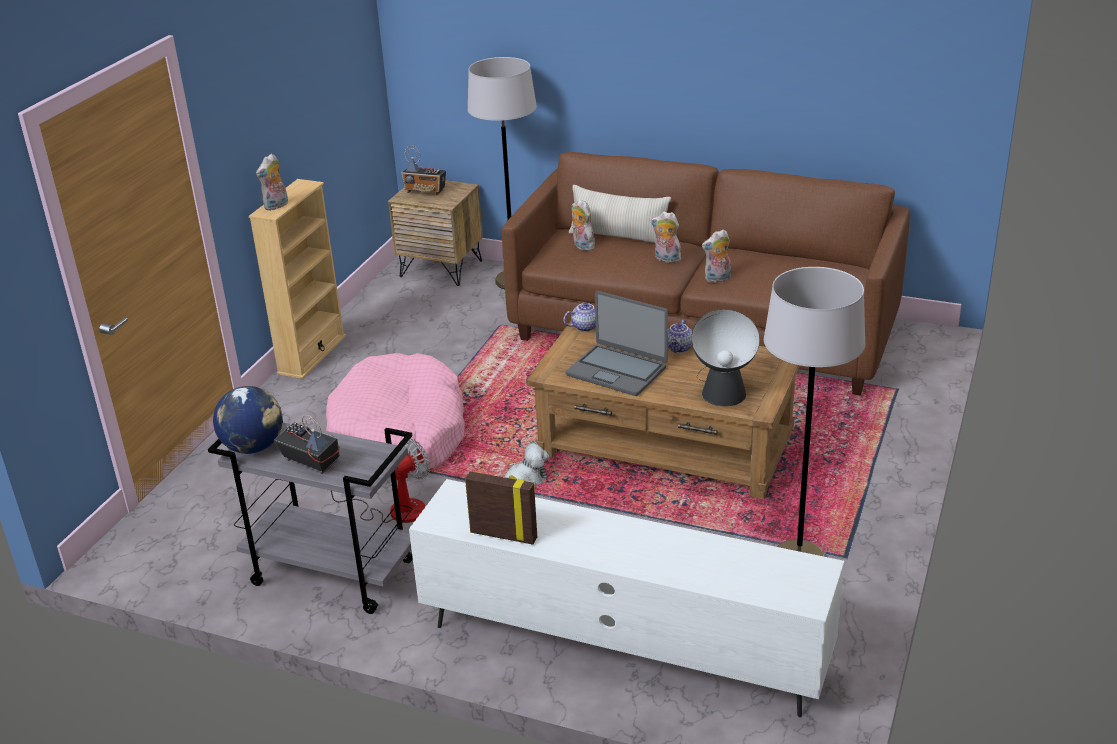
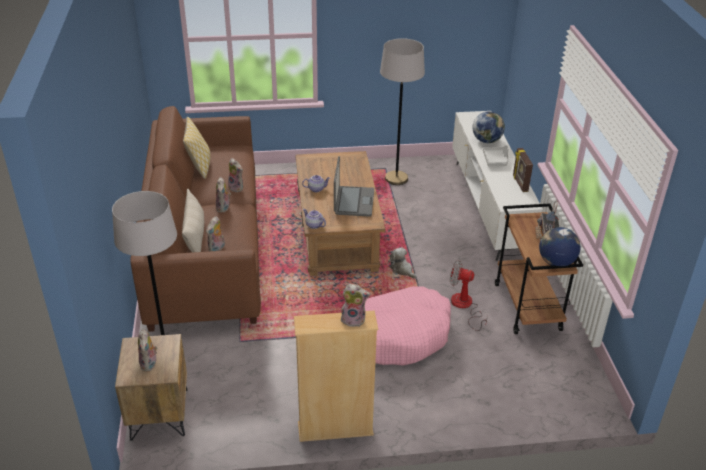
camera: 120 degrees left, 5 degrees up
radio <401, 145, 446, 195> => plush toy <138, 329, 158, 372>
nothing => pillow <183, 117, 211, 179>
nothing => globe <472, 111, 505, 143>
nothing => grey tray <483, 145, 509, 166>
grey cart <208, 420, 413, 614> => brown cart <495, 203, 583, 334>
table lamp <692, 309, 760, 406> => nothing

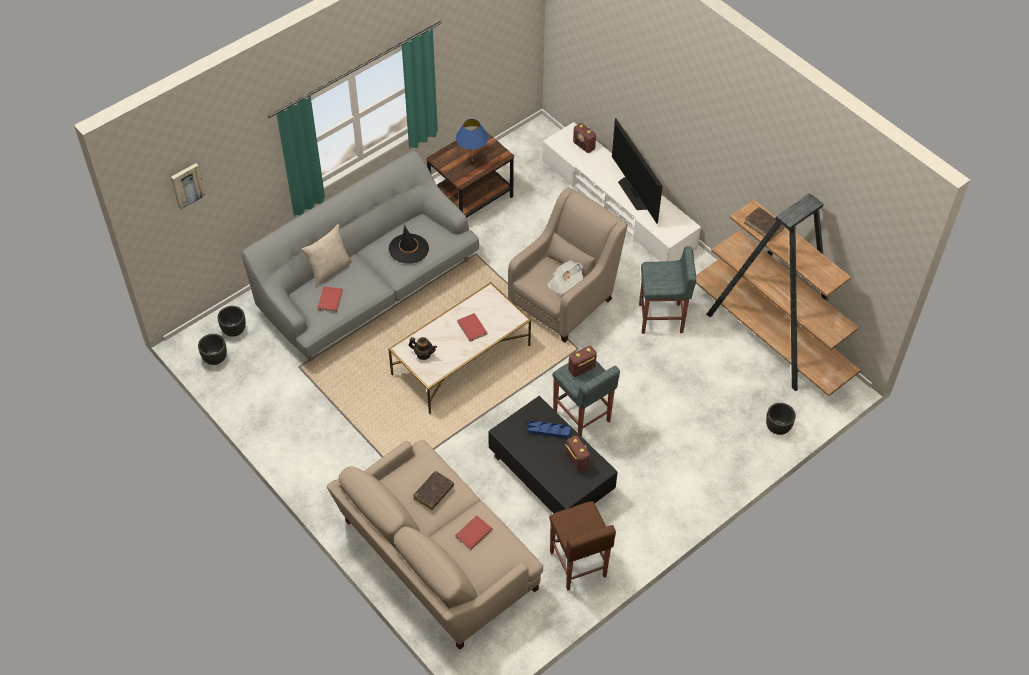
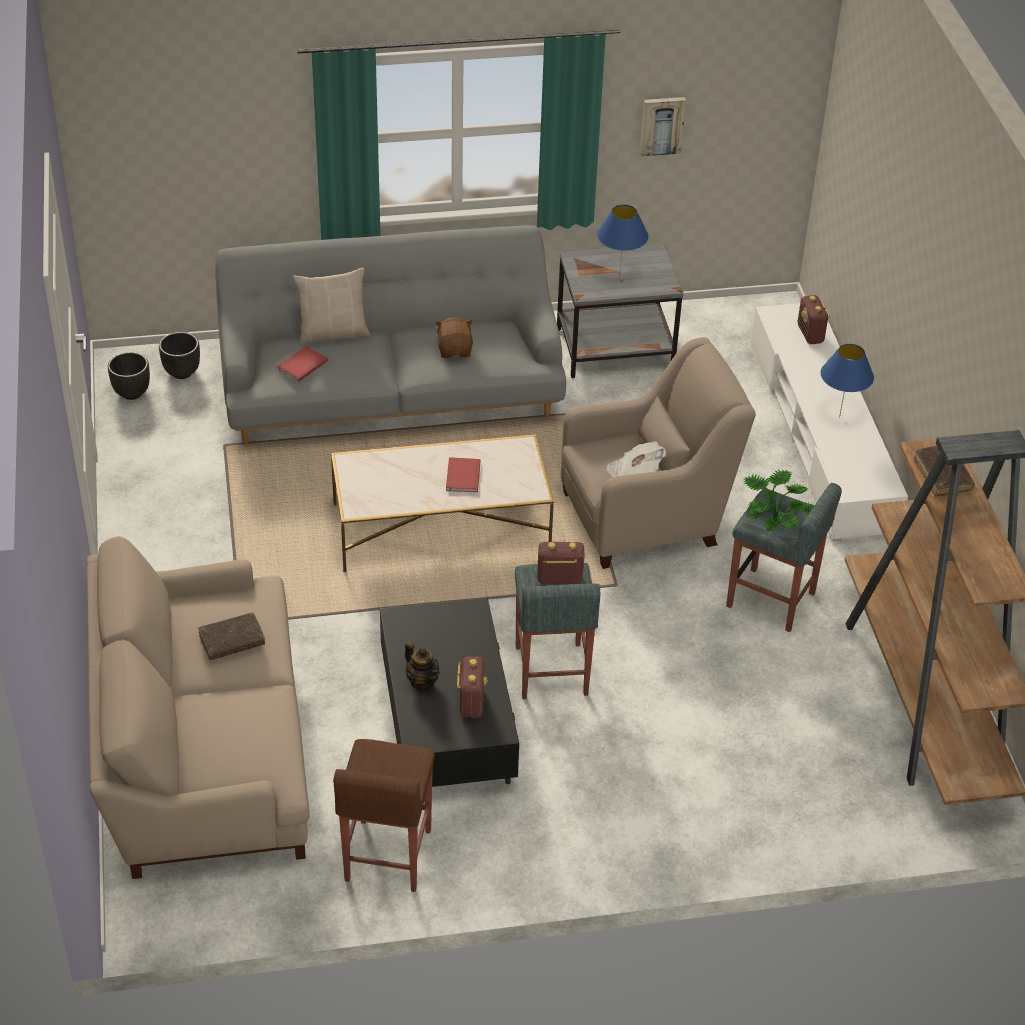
camera: 30 degrees right, 10 degrees down
teapot <409, 337, 437, 360> => teapot <405, 642, 440, 690>, moved
black hat <389, 224, 429, 264> => brown plush toy <435, 317, 473, 358>
brown side table <426, 127, 514, 218> => grey side table <557, 244, 683, 379>
picture <171, 163, 206, 209> => picture <640, 97, 686, 157>, moved
nothing => potted plant <743, 469, 814, 531>
television <612, 118, 663, 224> => blue table lamp <821, 344, 874, 418>
red book <455, 515, 493, 550> => nothing
blue tray <527, 421, 571, 439> => nothing
black planter <766, 403, 796, 435> => nothing

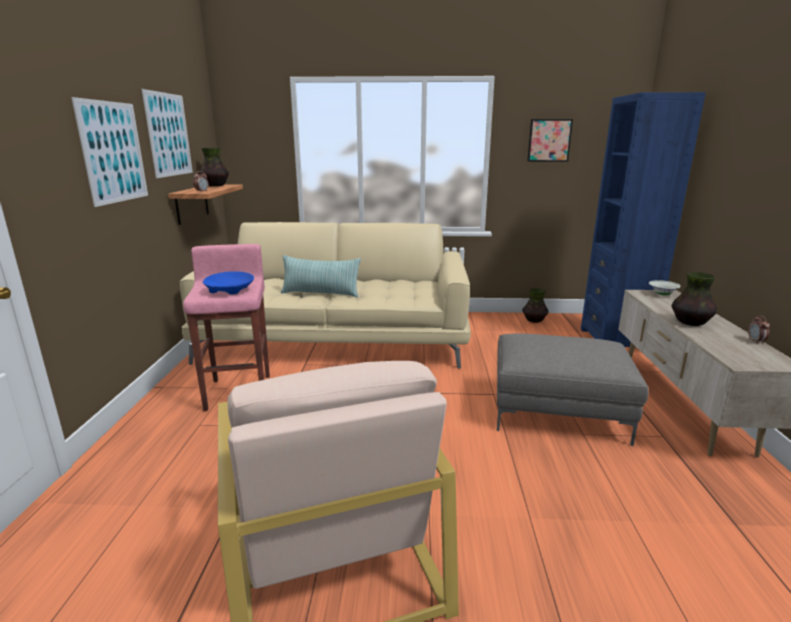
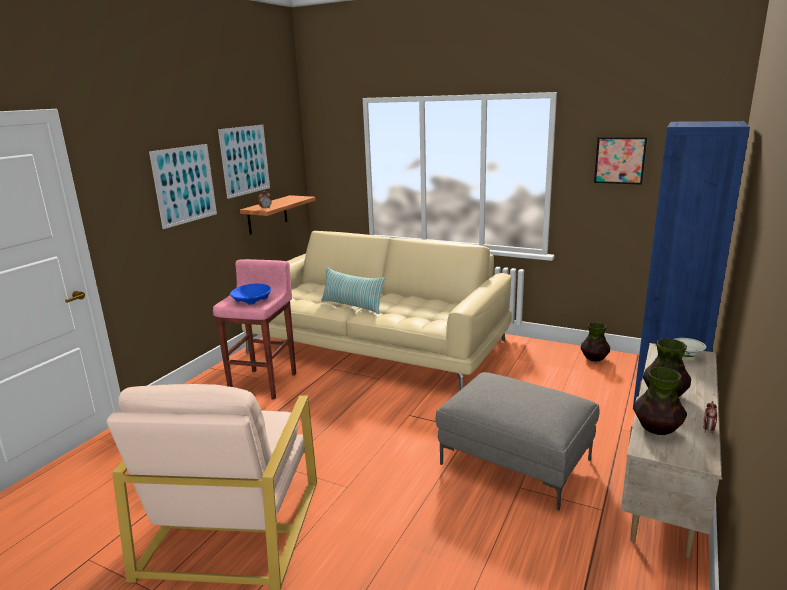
camera: 25 degrees right, 0 degrees up
vase <199, 147, 229, 187> => vase <633, 367, 687, 435>, moved

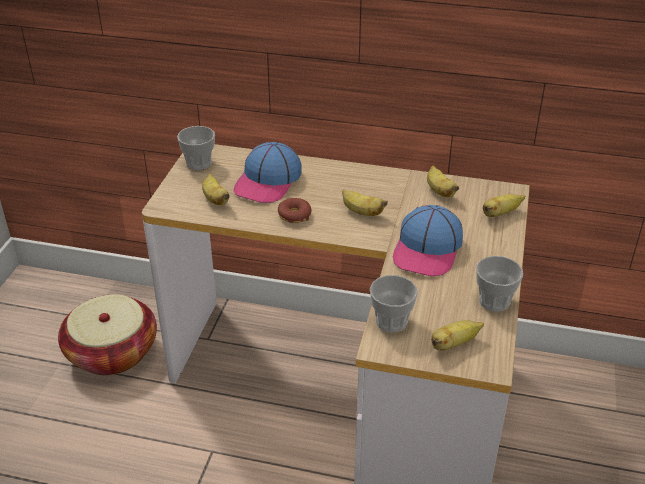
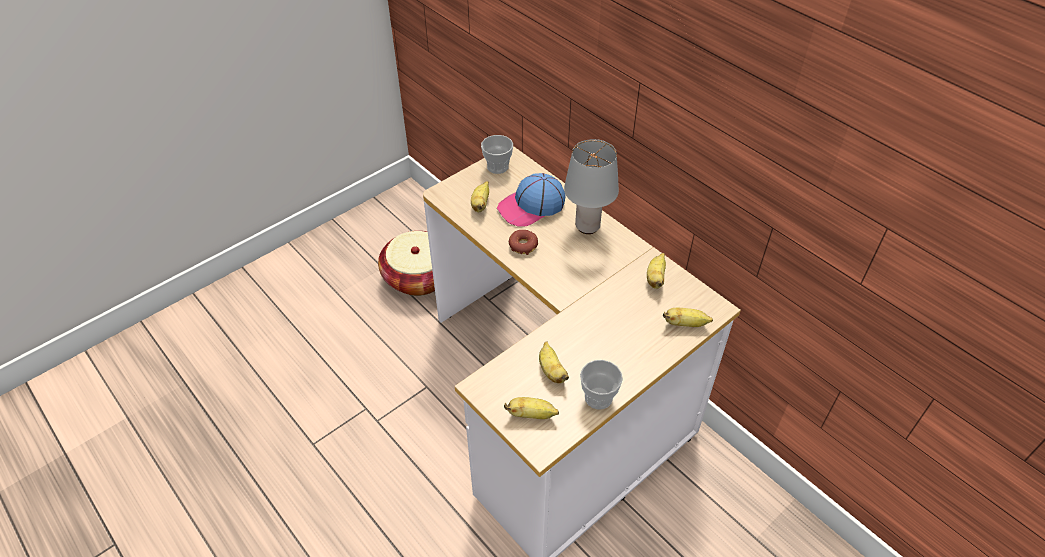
camera: 35 degrees right, 10 degrees up
banana <342, 189, 387, 216> => banana <539, 341, 569, 383>, moved
nothing => grey table lamp <564, 139, 619, 234>
cup <370, 275, 418, 332> => nothing
cap <393, 205, 463, 276> => nothing

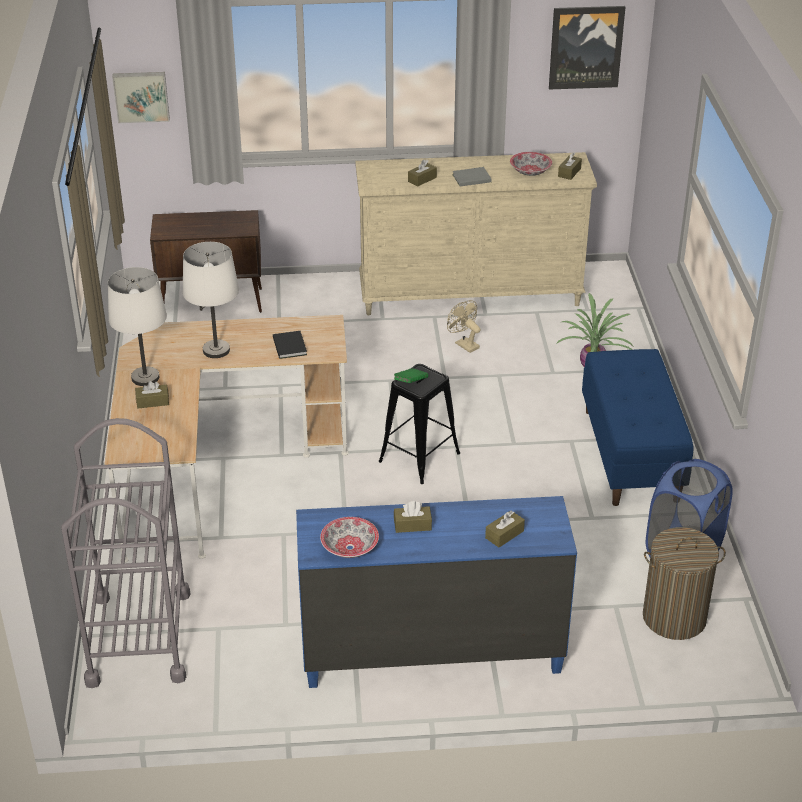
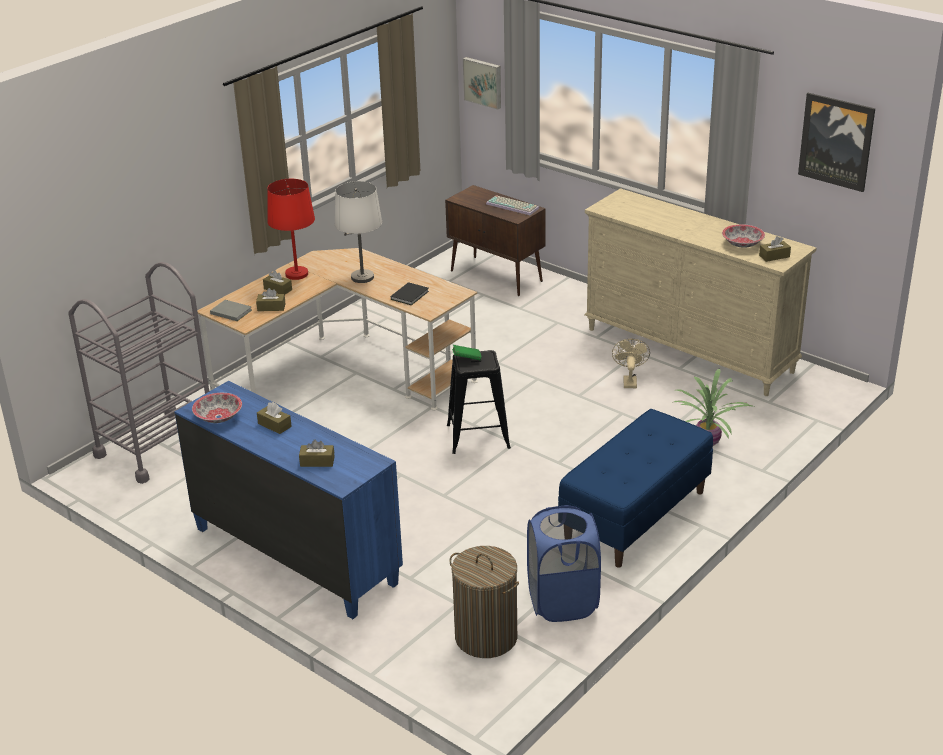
camera: 45 degrees right, 5 degrees down
grey book <452, 167, 492, 186> => grey book <210, 300, 252, 321>, moved
brown tissue box <408, 159, 437, 186> => brown tissue box <256, 288, 286, 311>, moved
white table lamp <108, 267, 167, 386> => red table lamp <267, 179, 315, 280>
nothing => keyboard <486, 195, 539, 215>

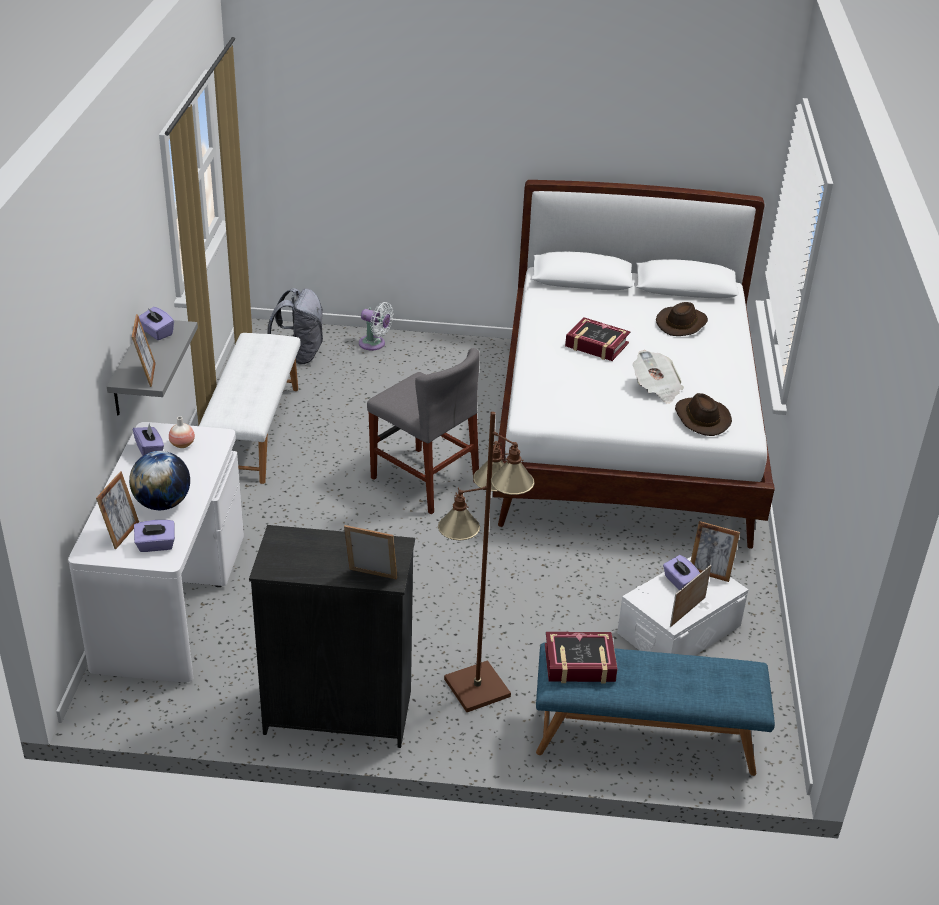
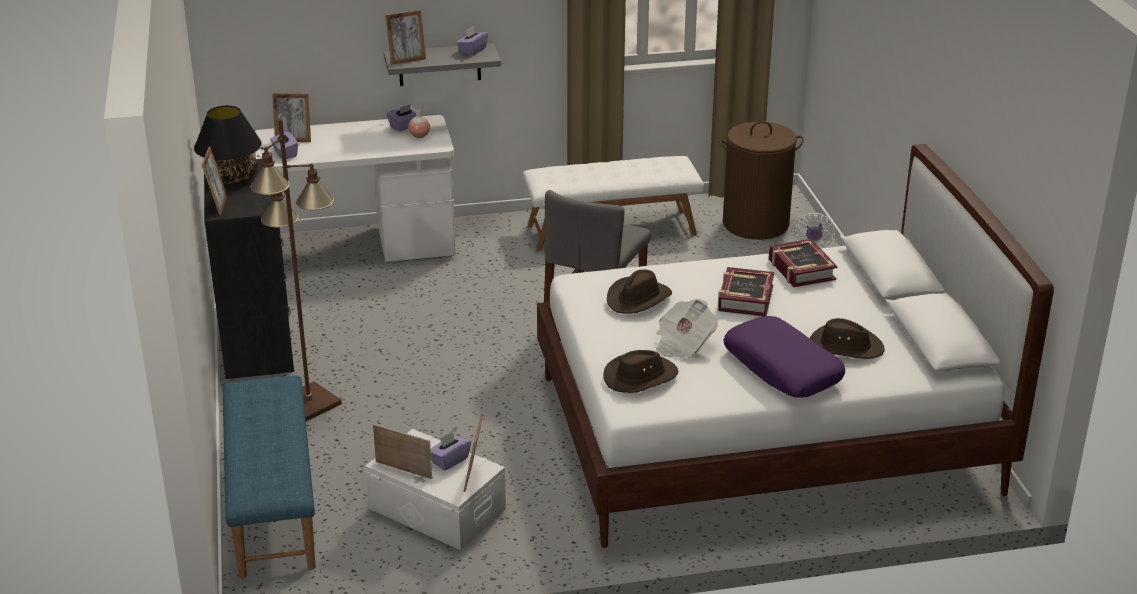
camera: 75 degrees right, 5 degrees down
nothing => black table lamp <194, 106, 262, 184>
nothing => brown hat <607, 269, 672, 314>
grey backpack <267, 288, 323, 364> => brown laundry basket <719, 121, 804, 240>
nothing => purple pillow <724, 316, 845, 398>
book <545, 632, 618, 683> => book <769, 239, 837, 287>, moved
globe <129, 451, 190, 510> => nothing

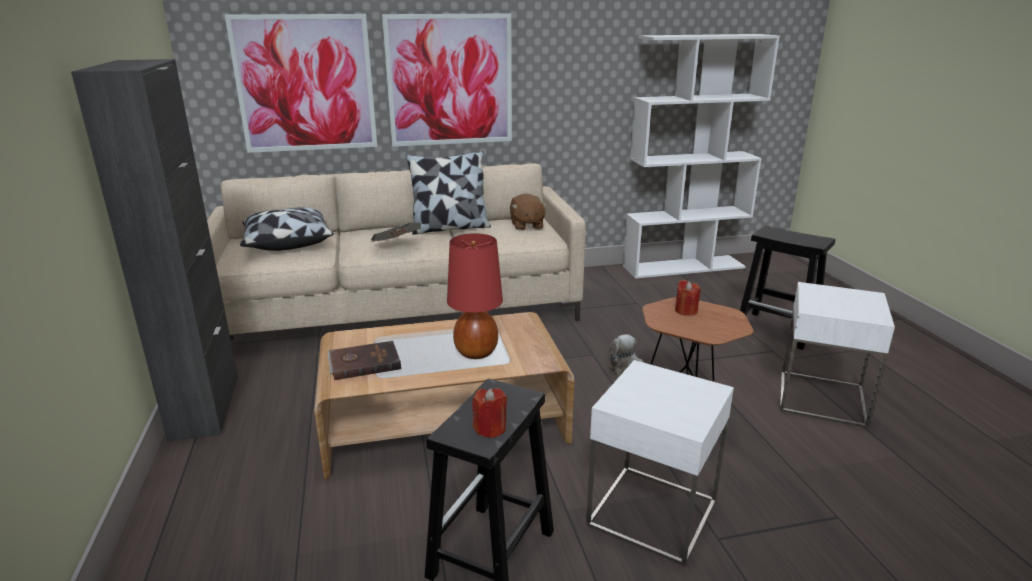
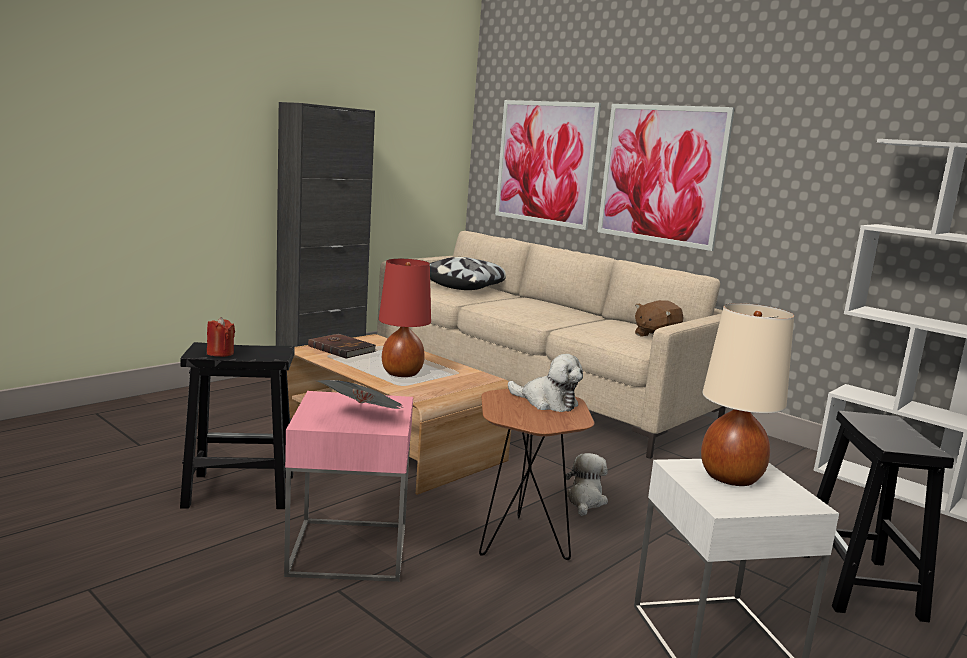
camera: 55 degrees right, 10 degrees down
white side table <586, 360, 734, 566> => pink side table <284, 391, 413, 582>
newspaper <371, 223, 421, 242> => newspaper <317, 380, 404, 409>, moved
red candle <675, 280, 701, 316> => plush toy <508, 354, 583, 412>
nothing => beige table lamp <701, 303, 794, 486>
pillow <406, 151, 491, 235> => nothing

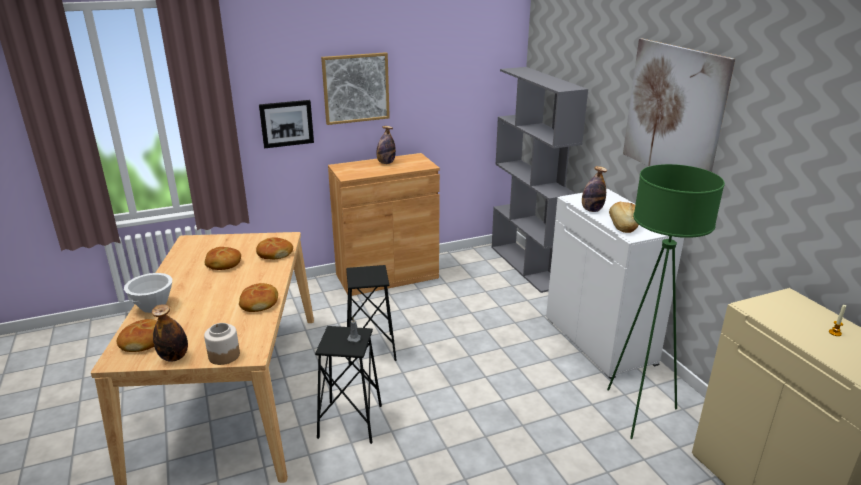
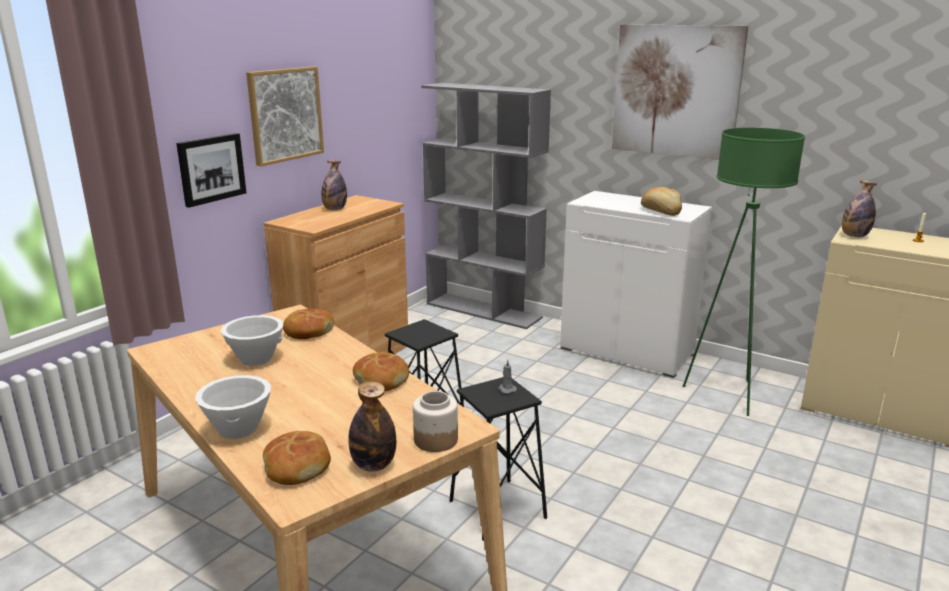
camera: 35 degrees left, 5 degrees down
bread <204, 247, 241, 270> => white bowl <221, 315, 283, 366>
bottle <582, 166, 607, 212> => bottle <842, 180, 877, 237>, moved

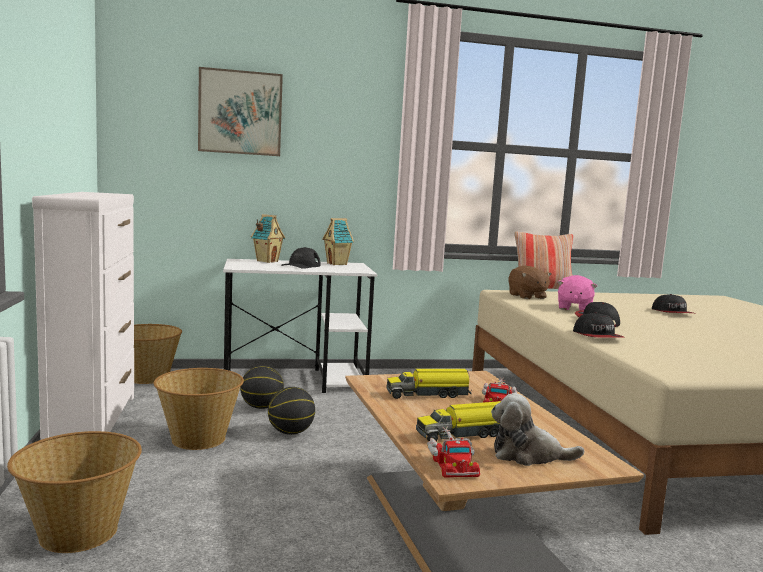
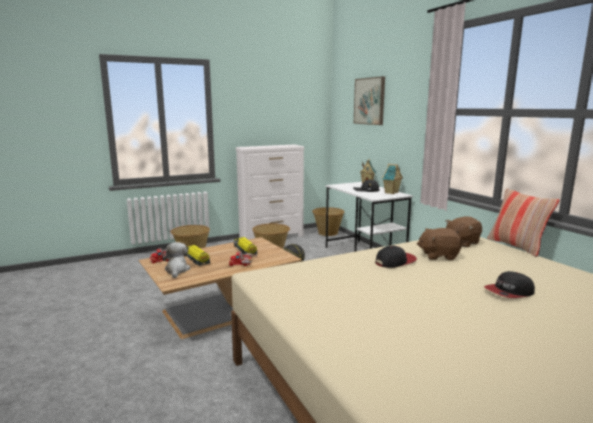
camera: 75 degrees right, 5 degrees up
pink plush toy <557, 275, 597, 311> => brown plush toy <417, 228, 462, 260>
basketball <240, 366, 284, 409> => nothing
cap <573, 312, 625, 338> => nothing

